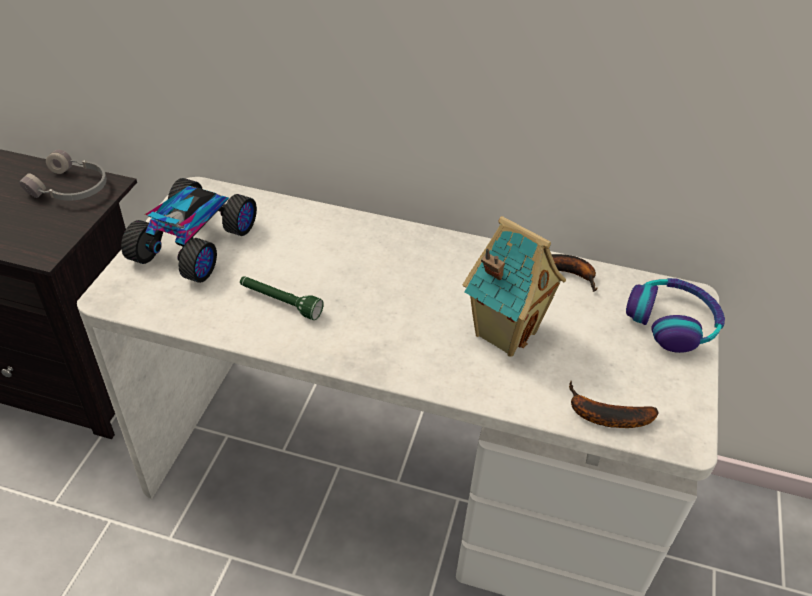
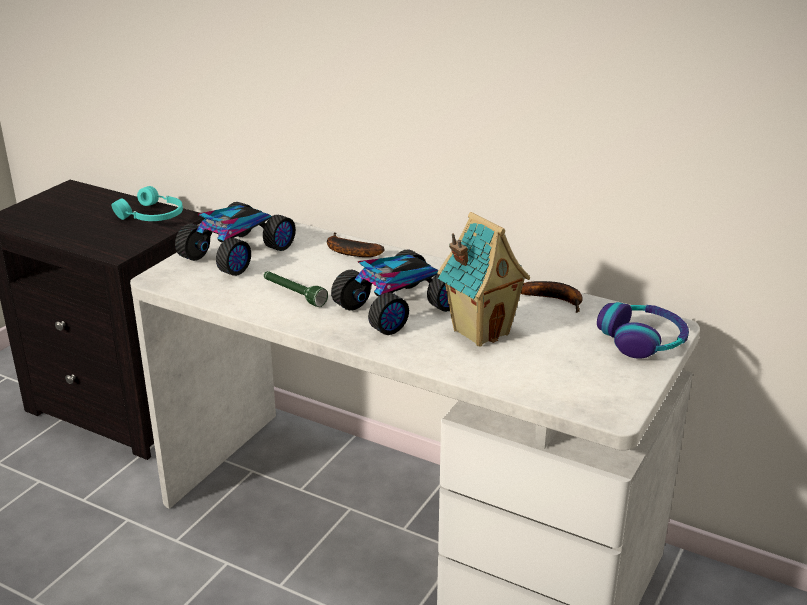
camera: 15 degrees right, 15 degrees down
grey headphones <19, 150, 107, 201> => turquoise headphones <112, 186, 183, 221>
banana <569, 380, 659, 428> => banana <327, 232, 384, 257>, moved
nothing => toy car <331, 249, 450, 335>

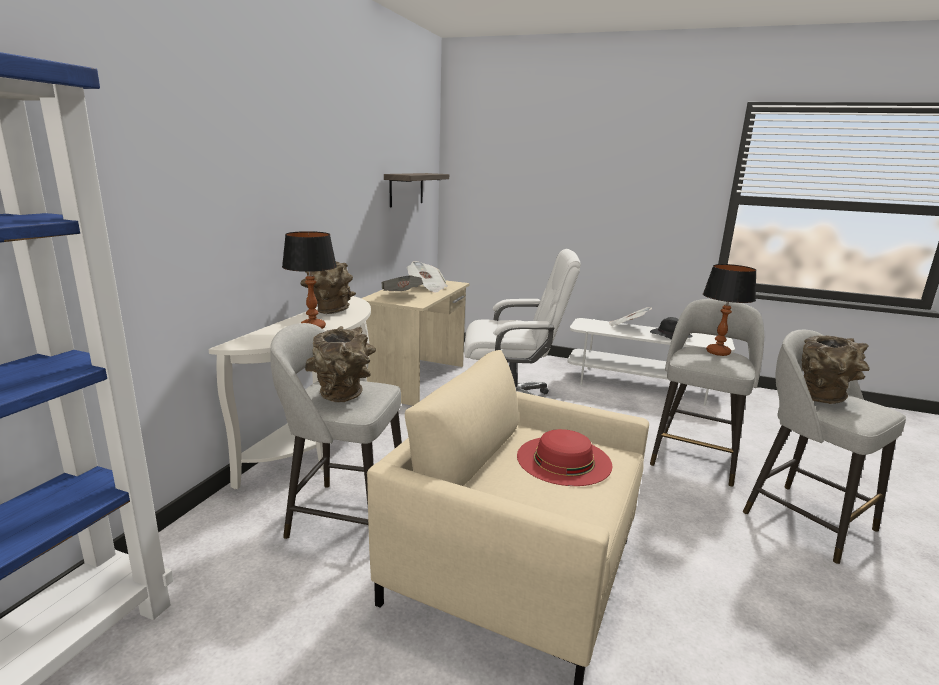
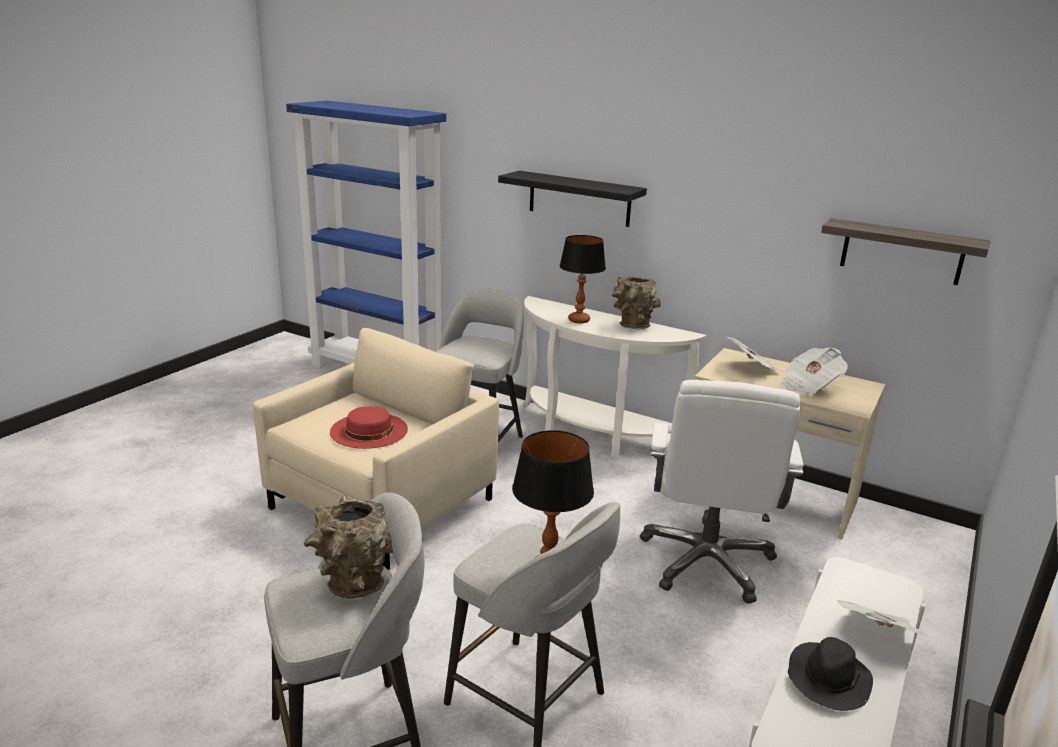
camera: 100 degrees right, 5 degrees up
nothing => black shelf <498, 171, 647, 227>
brown vase <305, 326, 376, 403> => nothing

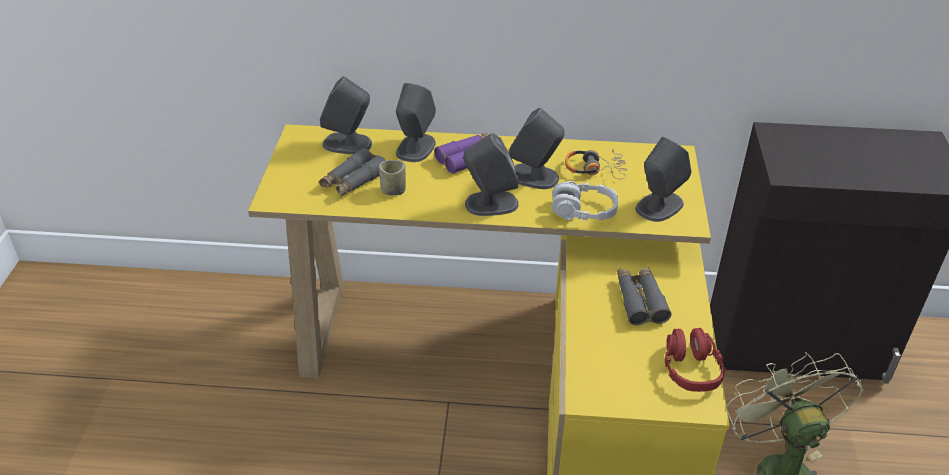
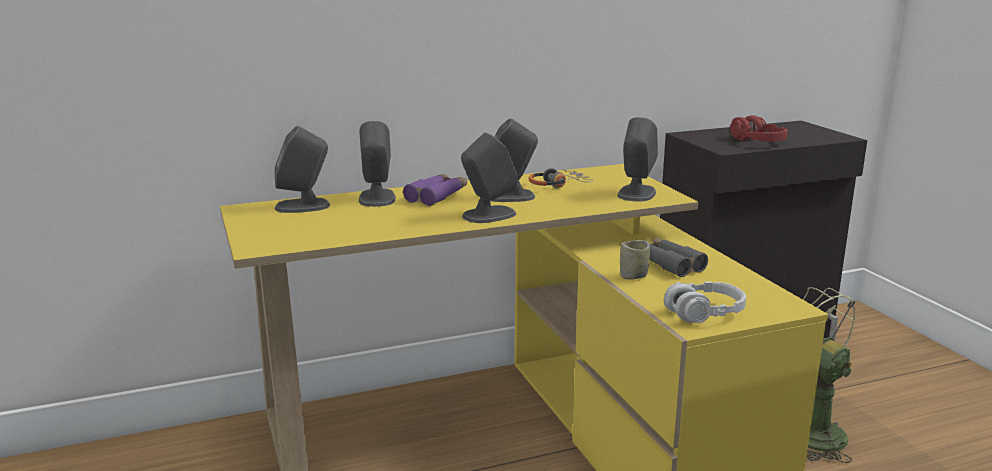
camera: 25 degrees left, 20 degrees down
cup <379, 160, 406, 195> => cup <620, 240, 650, 280>, moved
grey headphones <552, 181, 618, 220> => grey headphones <663, 282, 746, 323>, moved
red headphones <665, 328, 726, 392> => red headphones <730, 115, 788, 142>, moved
grey binoculars <319, 148, 386, 197> => nothing

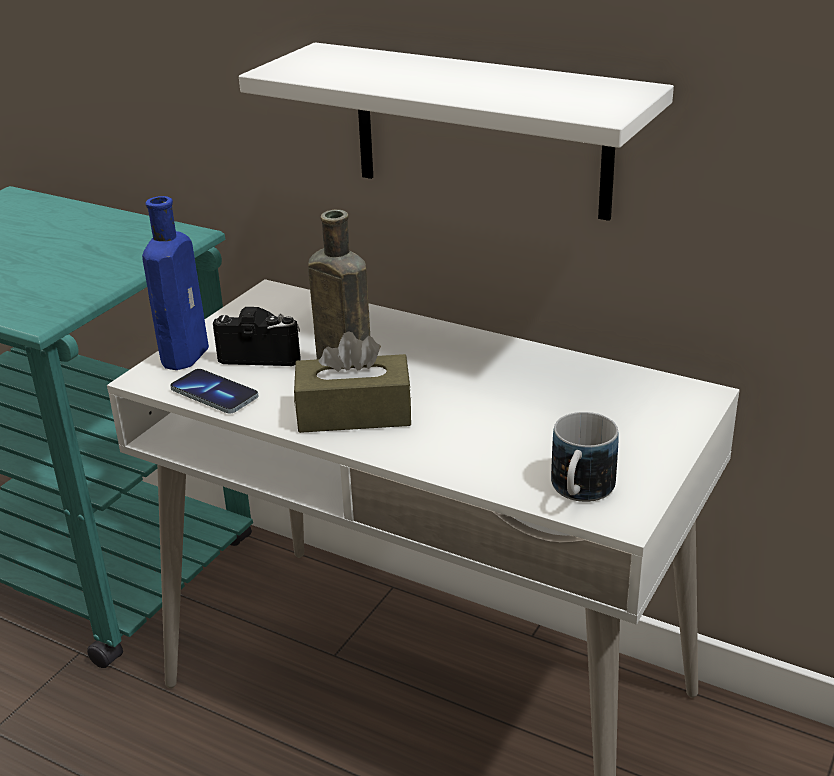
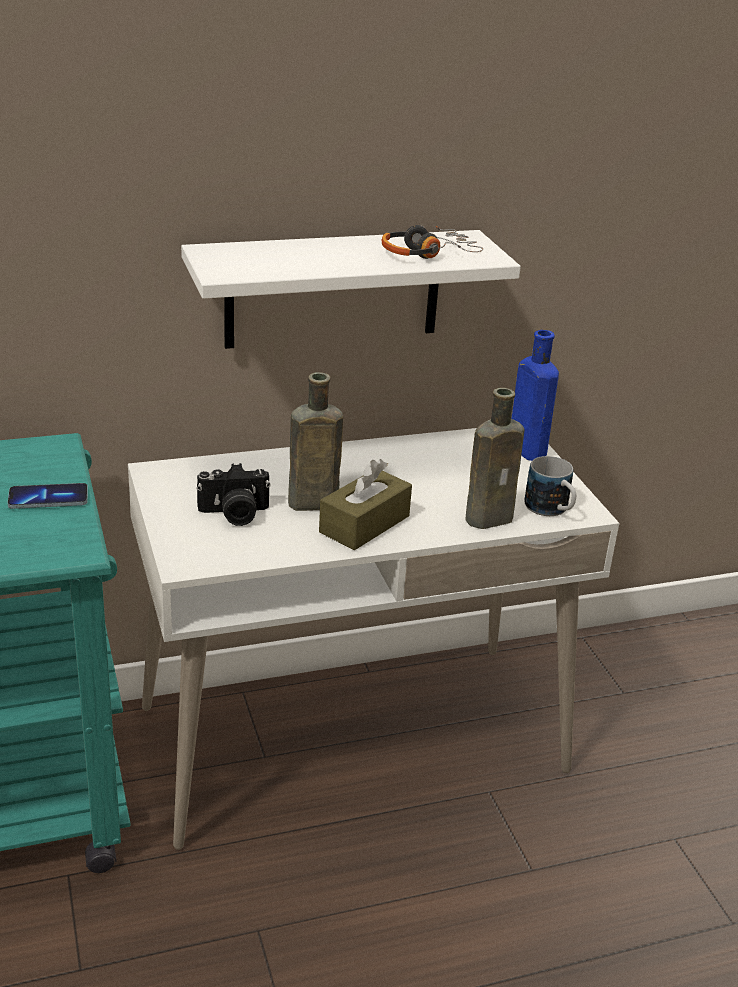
camera: 50 degrees left, 0 degrees up
phone <170, 369, 258, 413> => phone <8, 483, 88, 509>, moved
photo camera <213, 307, 301, 366> => photo camera <196, 463, 271, 526>, 150 degrees counterclockwise
nothing => headphones <381, 225, 483, 259>
nothing => brown bottle <465, 388, 525, 529>
blue bottle <142, 196, 209, 370> => blue bottle <511, 330, 559, 461>, moved

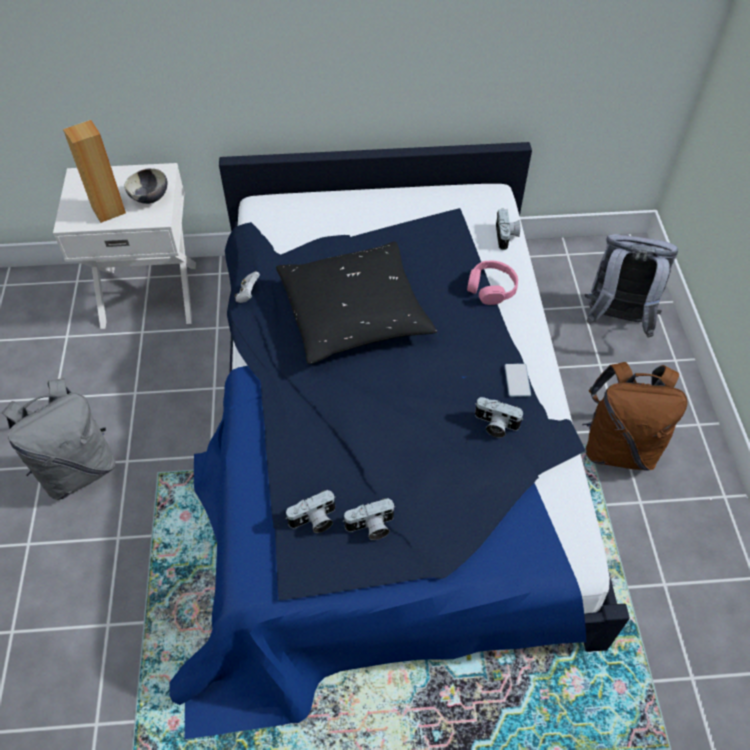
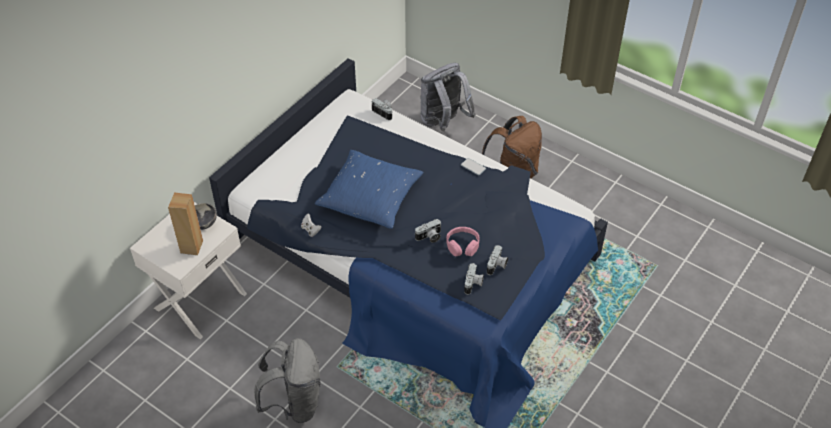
camera: 50 degrees left, 5 degrees down
black pillow <276, 241, 437, 364> => blue pillow <315, 150, 423, 229>
photo camera <475, 397, 524, 438> => photo camera <415, 219, 441, 243>, moved
pink headphones <467, 261, 518, 305> => pink headphones <446, 227, 479, 256>, moved

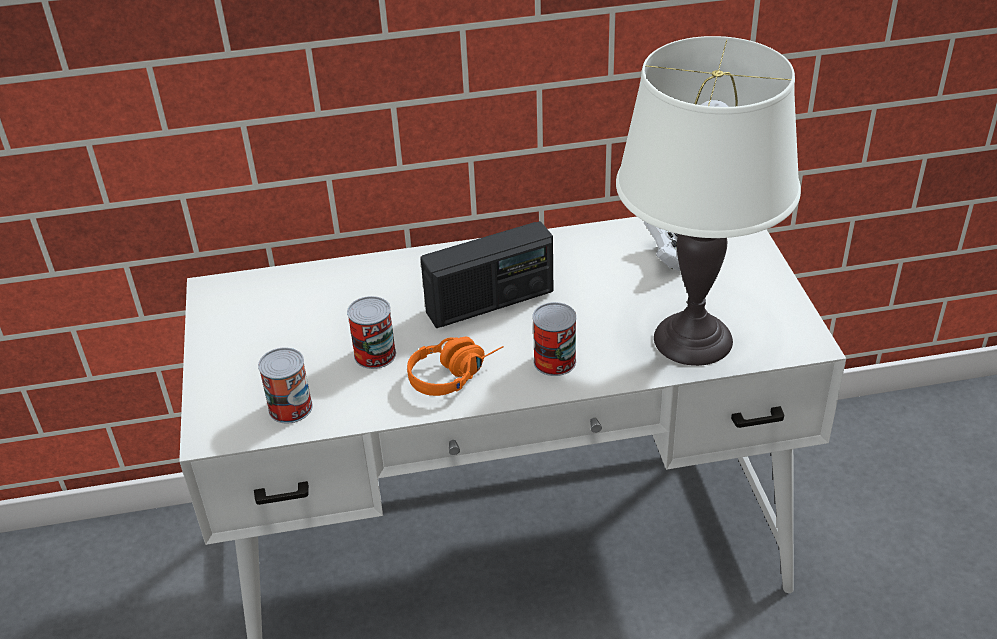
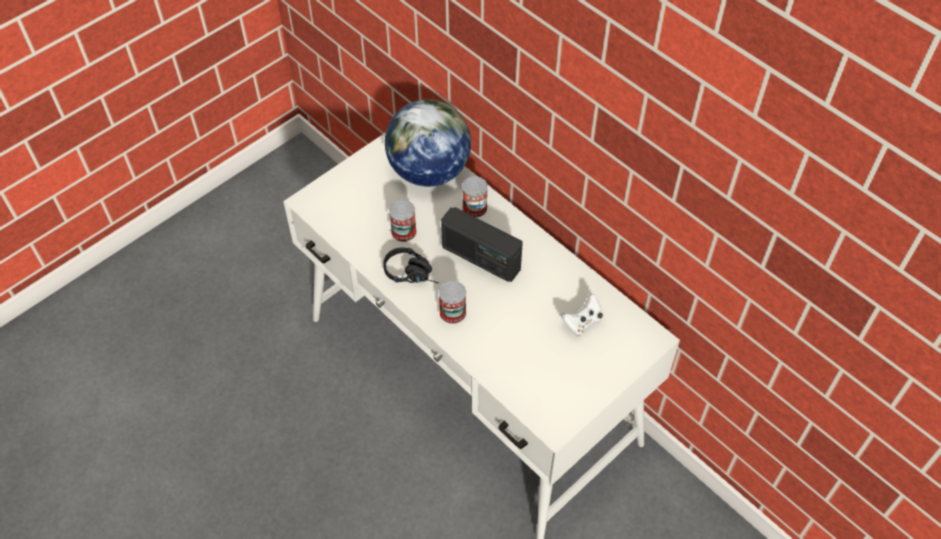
camera: 55 degrees right, 15 degrees up
orange headphones <407, 337, 504, 396> => black headphones <383, 247, 438, 283>
nothing => globe <385, 99, 471, 187>
can <258, 347, 313, 424> => can <462, 176, 488, 218>, moved
white table lamp <616, 36, 801, 366> => nothing

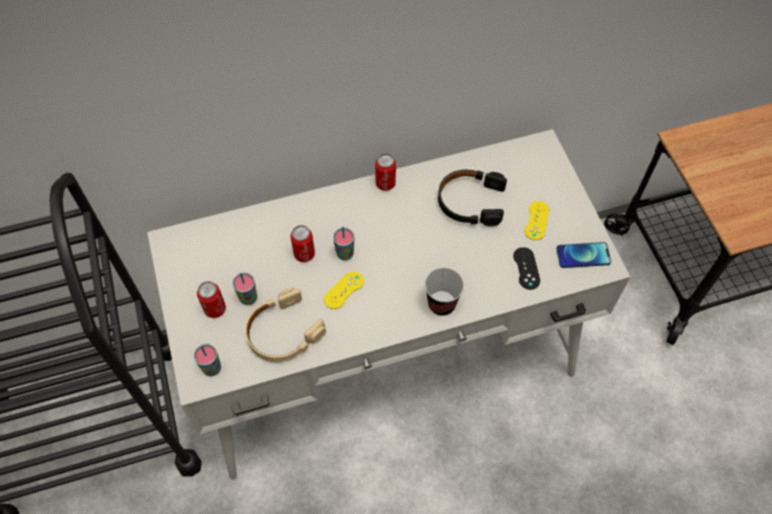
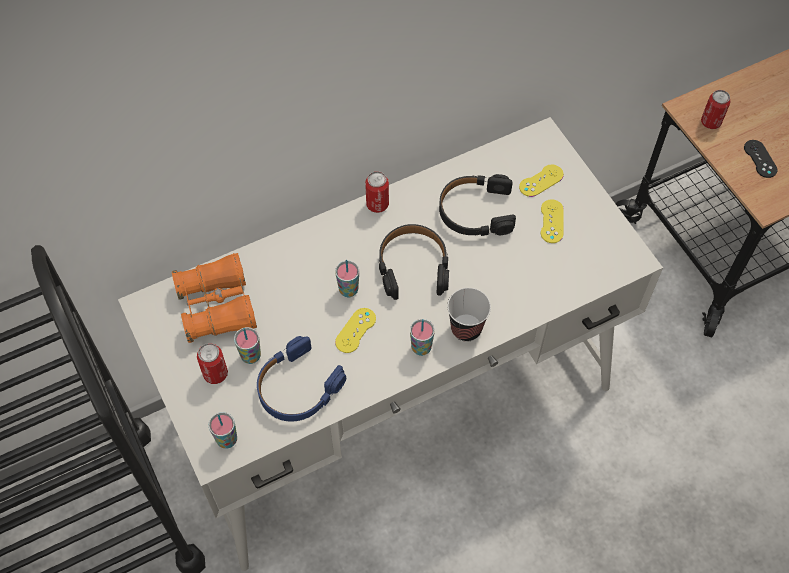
camera: 10 degrees left, 0 degrees up
nothing => orange binoculars <172, 253, 257, 343>
beige headphones <245, 287, 326, 362> => blue headphones <257, 336, 346, 421>
nothing => black headphones <379, 224, 449, 300>
nothing => cup <410, 319, 435, 356>
nothing => yellow game controller <519, 165, 564, 197>
can <290, 225, 315, 262> => can <701, 90, 731, 129>, moved
black game controller <513, 247, 540, 290> => black game controller <744, 140, 778, 178>, moved
phone <556, 242, 611, 268> => nothing

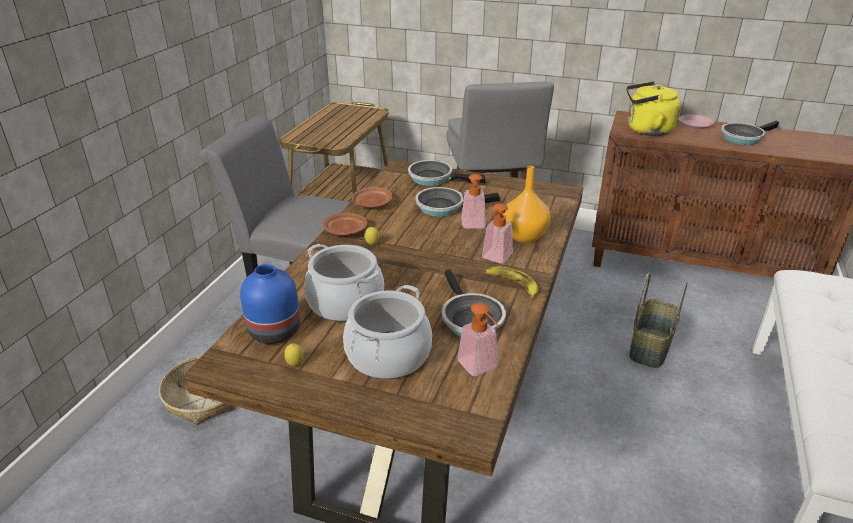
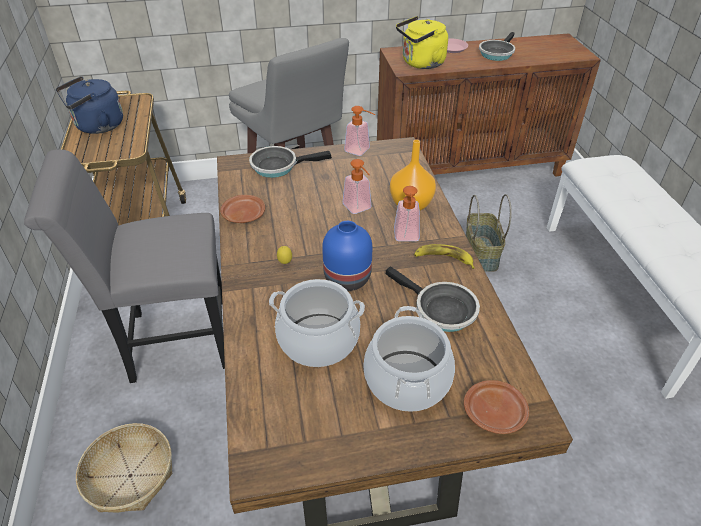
camera: 30 degrees left, 10 degrees up
nothing => blue kettle <56, 76, 123, 134>
blue vase <240, 264, 300, 344> => blue vase <322, 221, 372, 291>, moved
soap dispenser <457, 303, 499, 376> => soap dispenser <344, 106, 375, 156>, moved
brown plate <323, 213, 367, 236> => brown plate <464, 380, 529, 434>, moved
lemon <284, 343, 304, 366> => nothing
frying pan <415, 187, 500, 217> => nothing

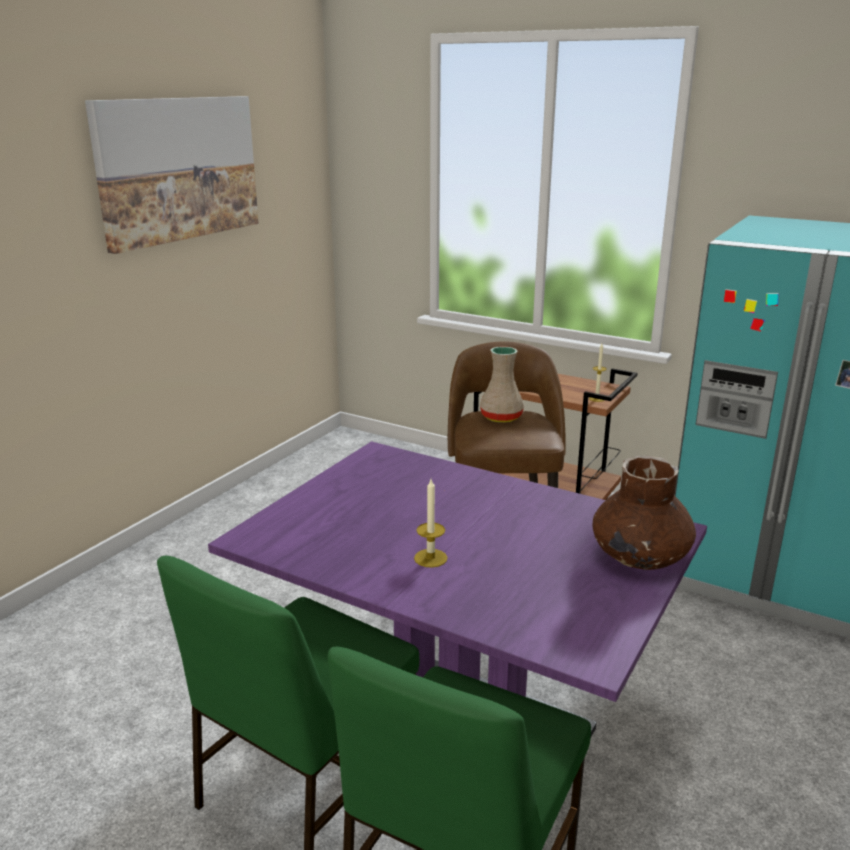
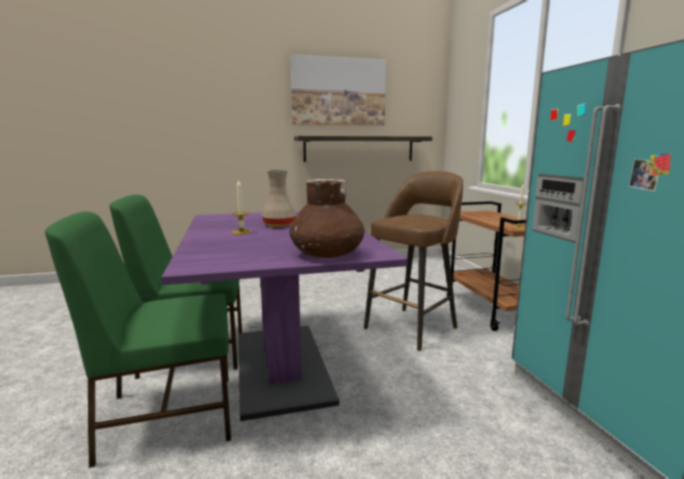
camera: 45 degrees right, 10 degrees down
beige vase <480, 346, 524, 423> => beige vase <262, 170, 296, 227>, moved
nothing => shelf <294, 136, 432, 162>

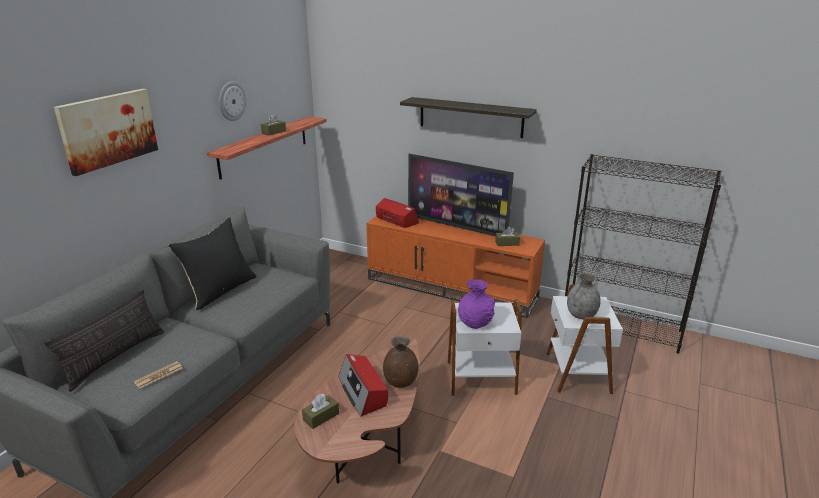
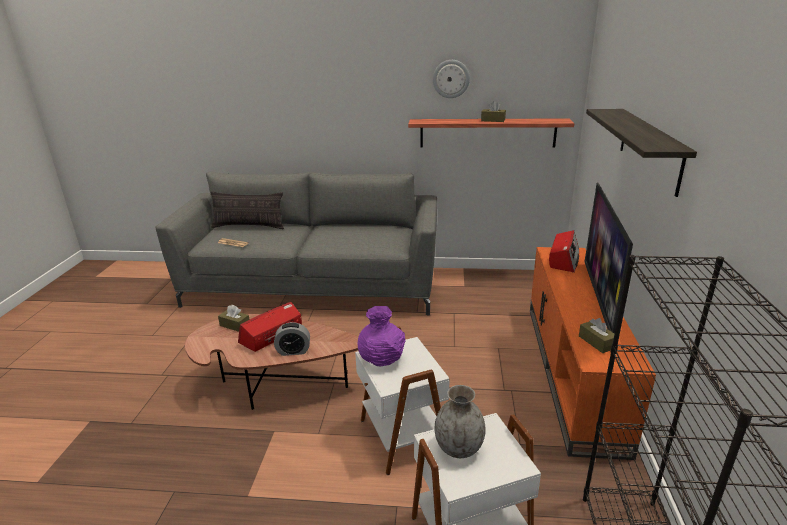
camera: 70 degrees right, 0 degrees up
brown vase <383, 336, 419, 388> => alarm clock <274, 322, 310, 356>
picture <54, 89, 158, 176> => nothing
black pillow <168, 217, 257, 310> => nothing

